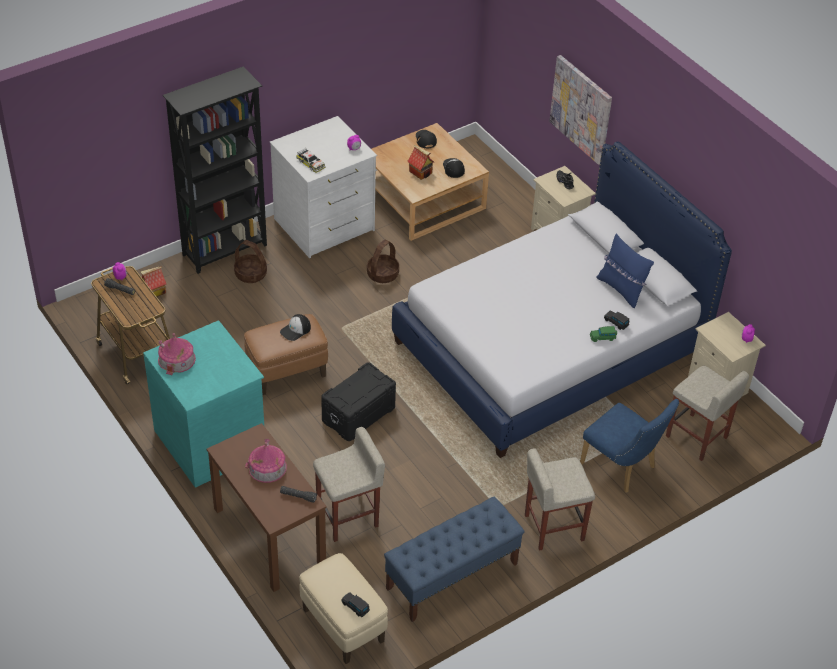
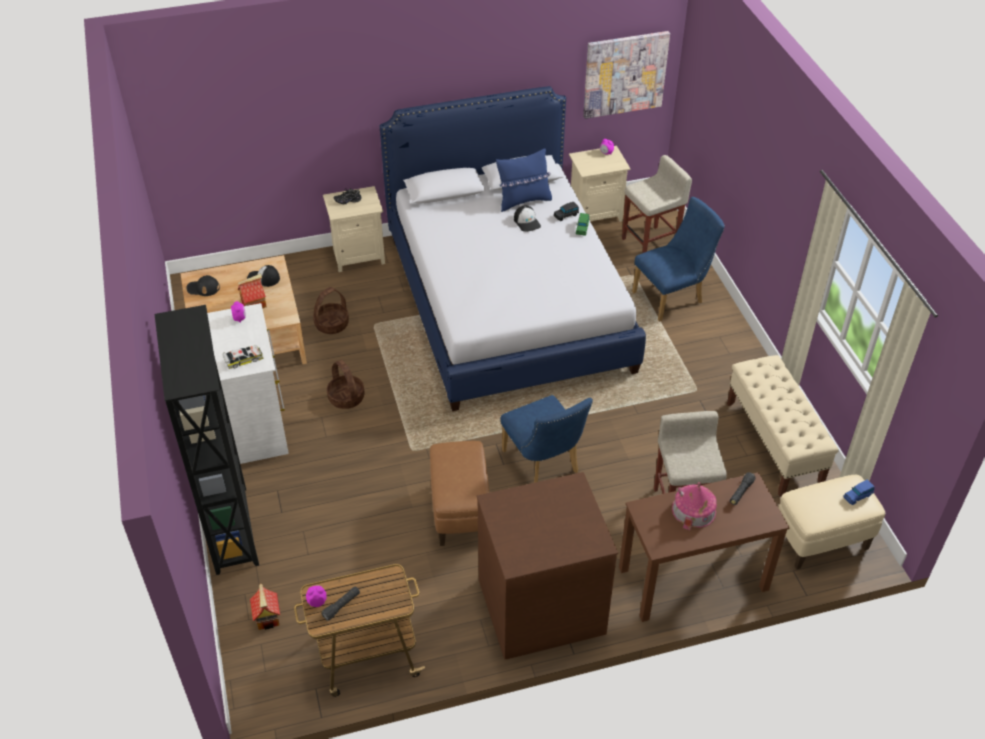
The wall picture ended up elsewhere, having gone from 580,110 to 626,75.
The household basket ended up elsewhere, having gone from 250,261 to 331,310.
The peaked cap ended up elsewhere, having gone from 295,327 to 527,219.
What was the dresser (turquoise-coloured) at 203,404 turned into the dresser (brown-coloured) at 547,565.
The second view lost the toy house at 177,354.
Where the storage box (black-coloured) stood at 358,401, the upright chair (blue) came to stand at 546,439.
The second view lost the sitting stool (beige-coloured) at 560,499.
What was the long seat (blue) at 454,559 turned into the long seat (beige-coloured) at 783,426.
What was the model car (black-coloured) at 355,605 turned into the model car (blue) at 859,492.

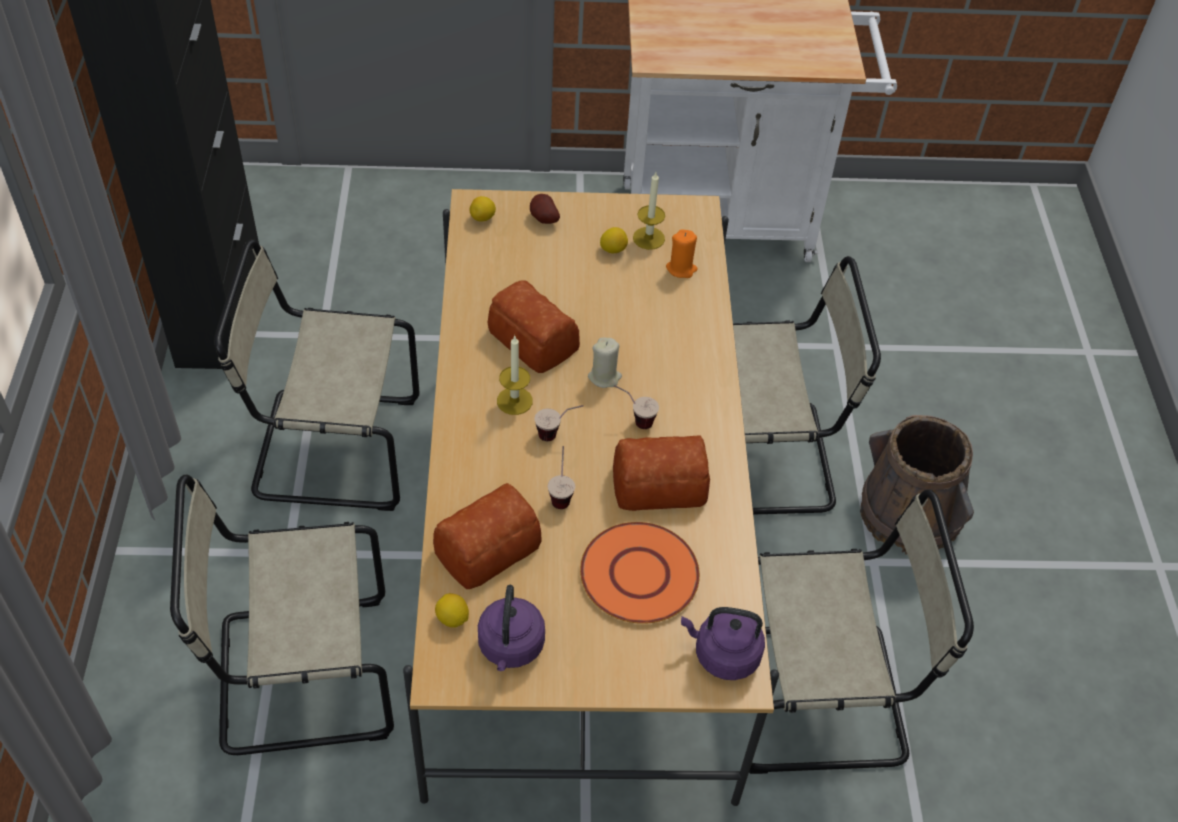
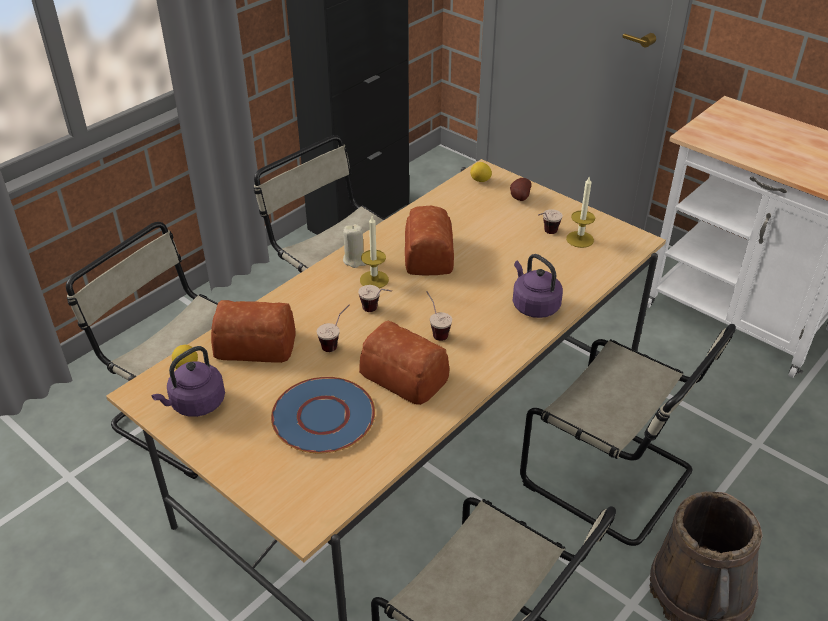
Where the lemon stood at 614,240, the drinking cup came to stand at 550,221.
The second view lost the wax candle (orangey) at 682,253.
The wax candle (beige-coloured) ended up elsewhere, having gone from 605,363 to 354,246.
What was the dinner plate (orangey) at 640,573 turned into the dinner plate (blue) at 323,415.
The tea kettle (purplish) ended up elsewhere, having gone from 723,643 to 538,286.

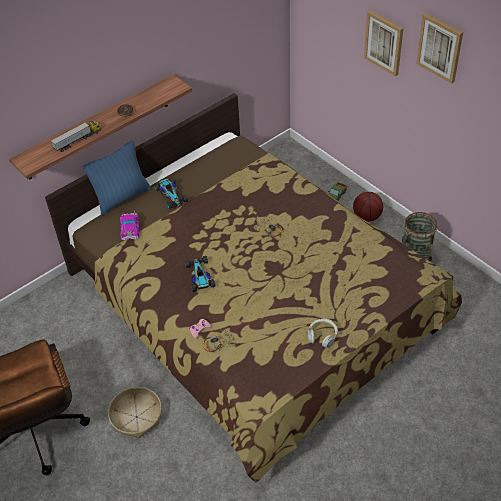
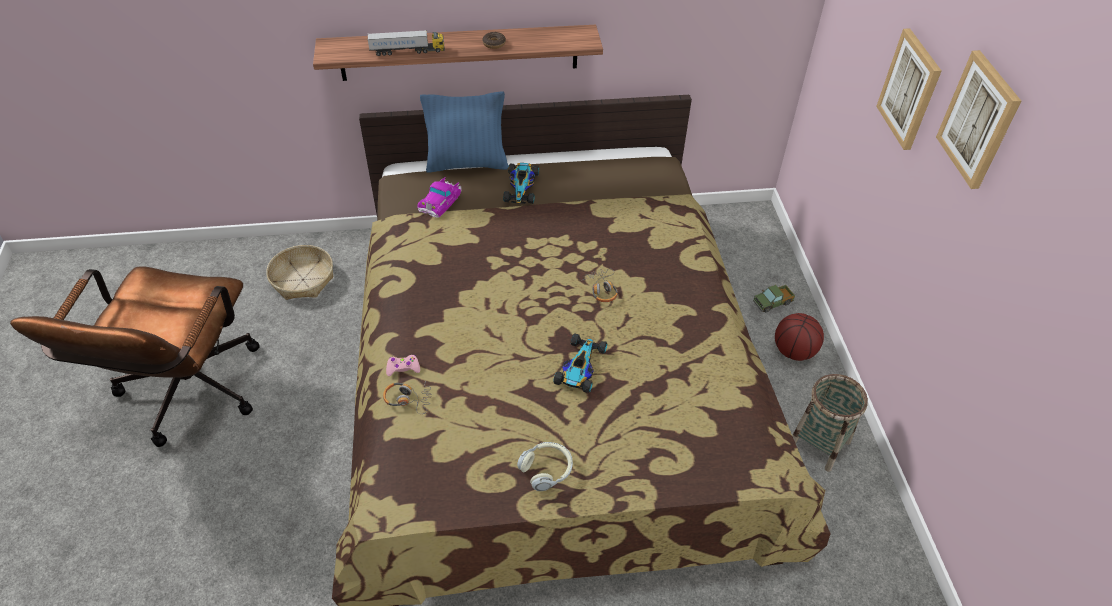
The model car ended up elsewhere, having gone from 200,274 to 580,363.
The household basket ended up elsewhere, having gone from 135,412 to 299,272.

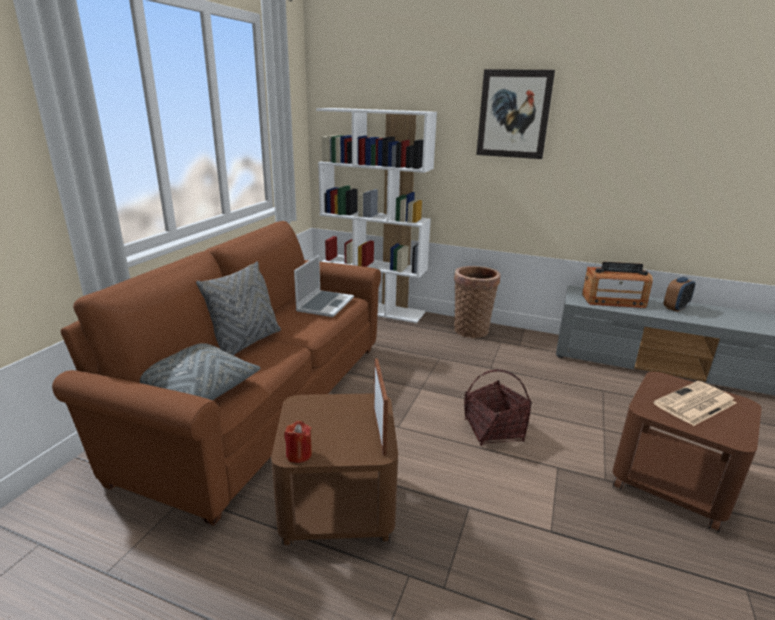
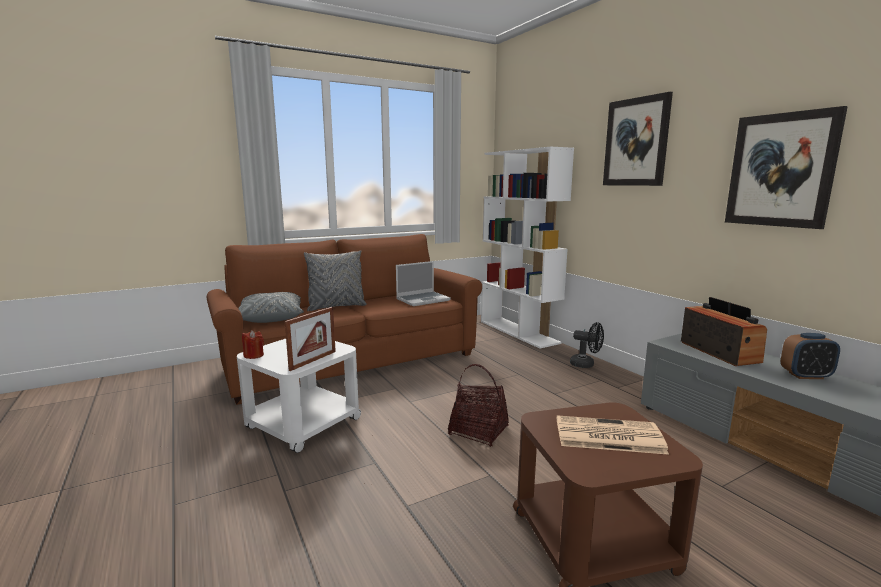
The radio at 617,285 ended up facing another way, 150 degrees counterclockwise from before.
Where the household basket stood at 477,302, the cooling fan (black-coloured) came to stand at 587,345.
What was the side table (brown-coloured) at 334,469 turned into the side table (white) at 299,396.
The second view gained the wall picture at 786,167.

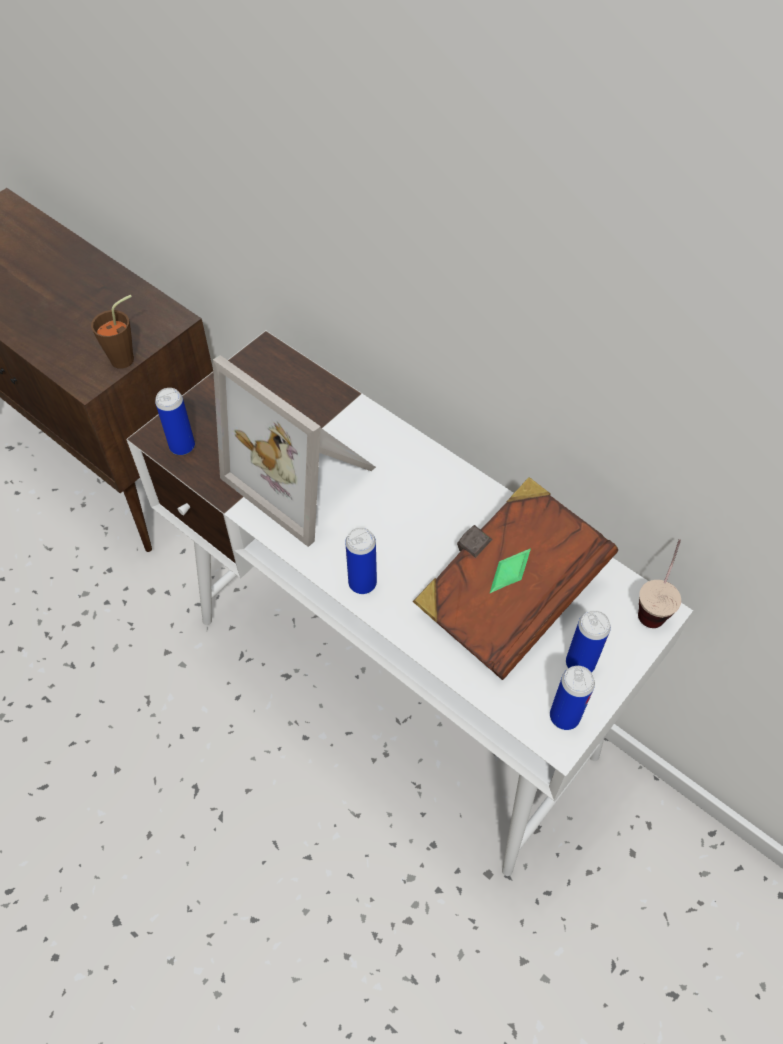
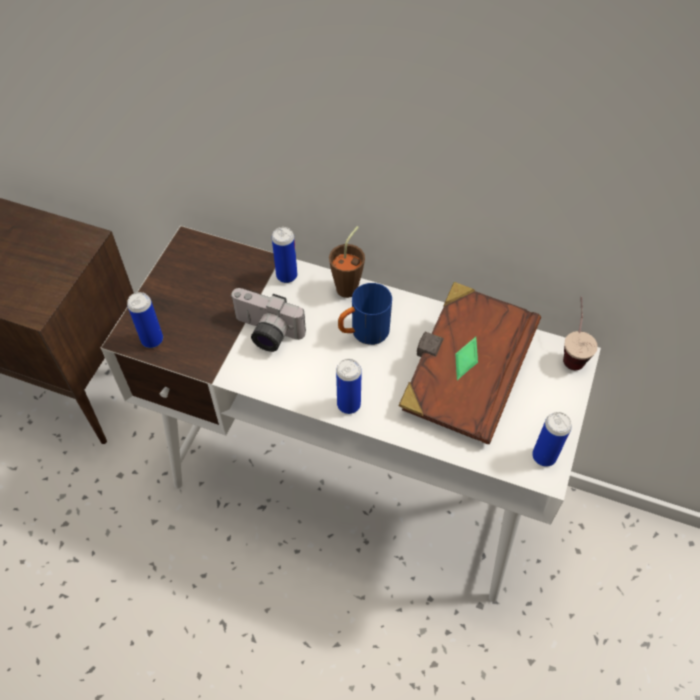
The drinking cup (brown-coloured) ended up elsewhere, having gone from 112,332 to 347,262.
Where the photo frame stood at 294,451, the still camera came to stand at 268,320.
The can ended up elsewhere, having gone from 588,641 to 284,255.
The second view gained the coffee mug (blue) at 365,314.

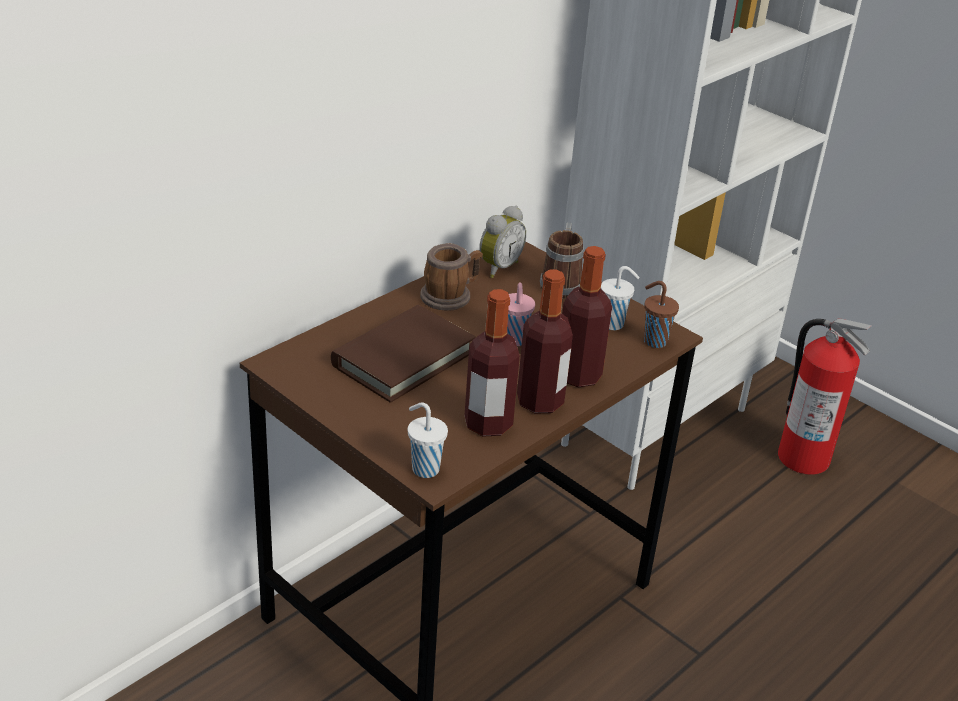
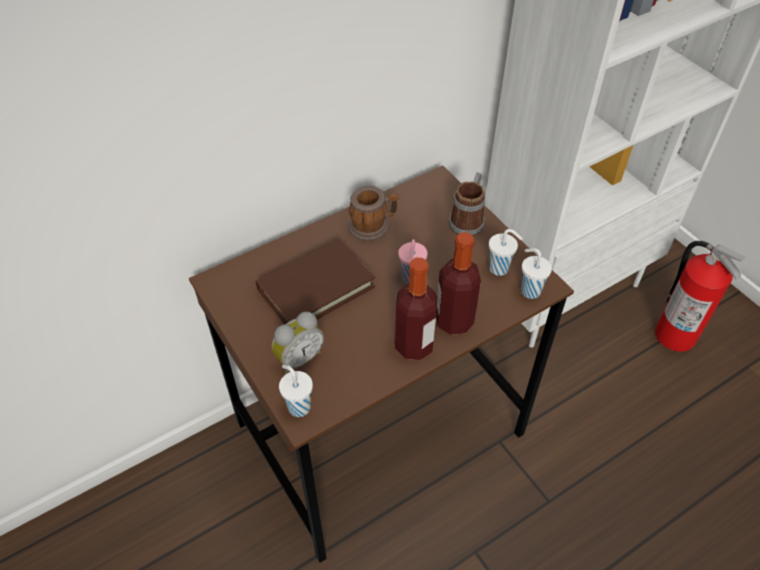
The table clock ended up elsewhere, having gone from 502,242 to 298,343.
What was the drinking cup (brown-coloured) at 661,314 turned into the drinking cup (white) at 536,273.
The second view lost the beverage bottle at 492,363.

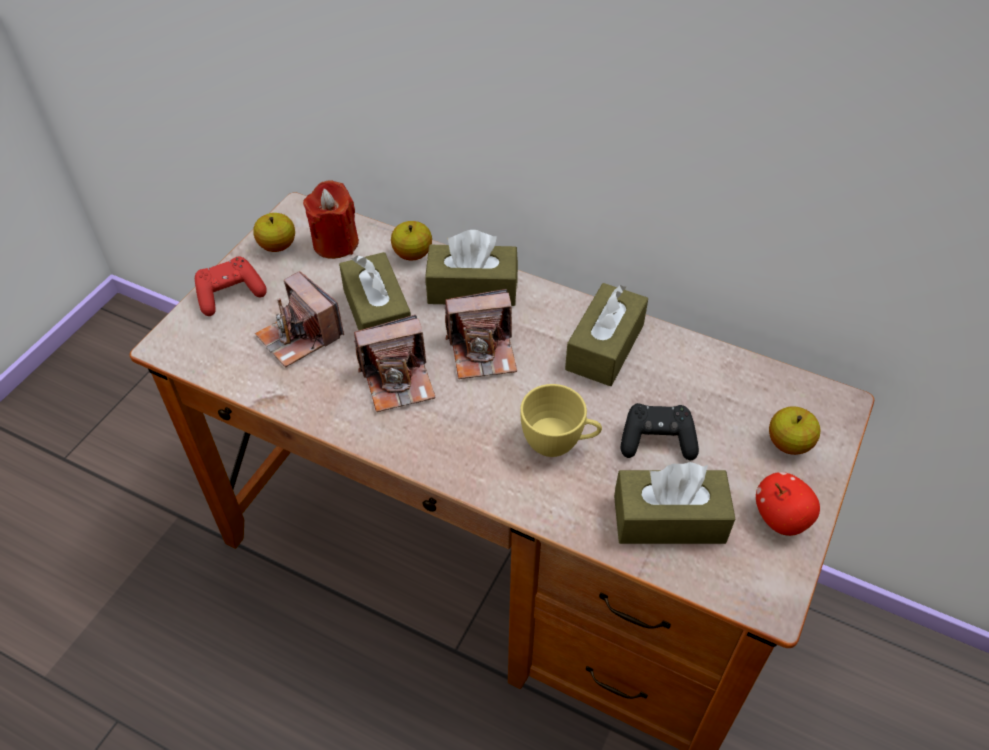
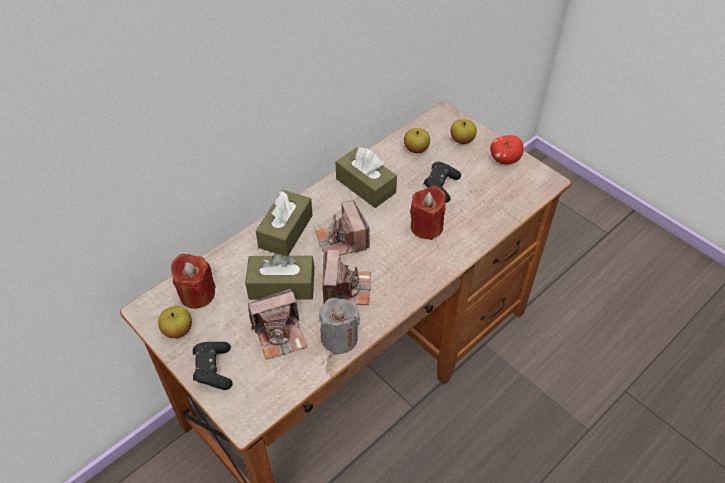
The apple fruit ended up elsewhere, having gone from 411,240 to 417,140.
What was the game controller (red-coloured) at 231,286 turned into the game controller (black-coloured) at 213,366.
The still camera at 481,334 ended up facing another way, 150 degrees clockwise from before.
Where the drinking cup (yellow) stood at 561,420, the wax candle (red-coloured) came to stand at 428,213.
The second view lost the tissue holder (brown-coloured) at 674,503.
The second view gained the wax candle (gray) at 339,326.

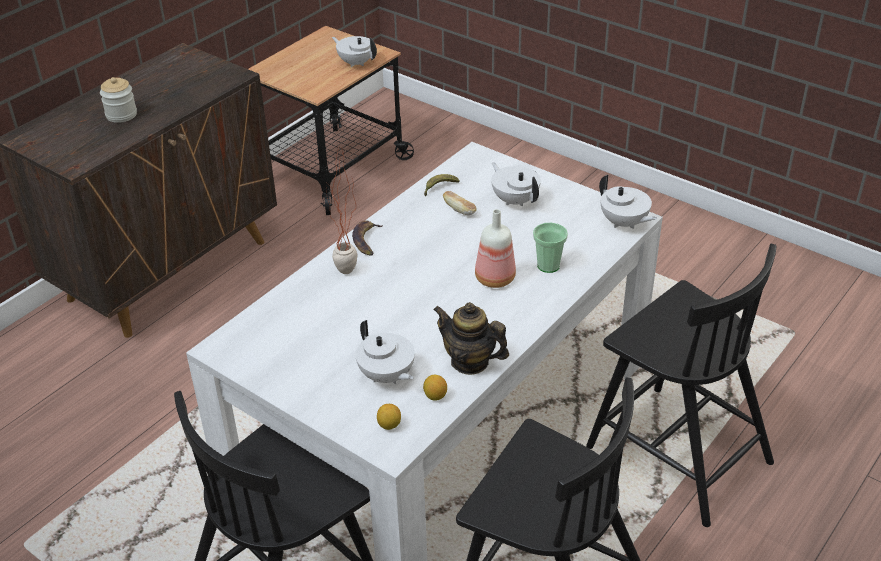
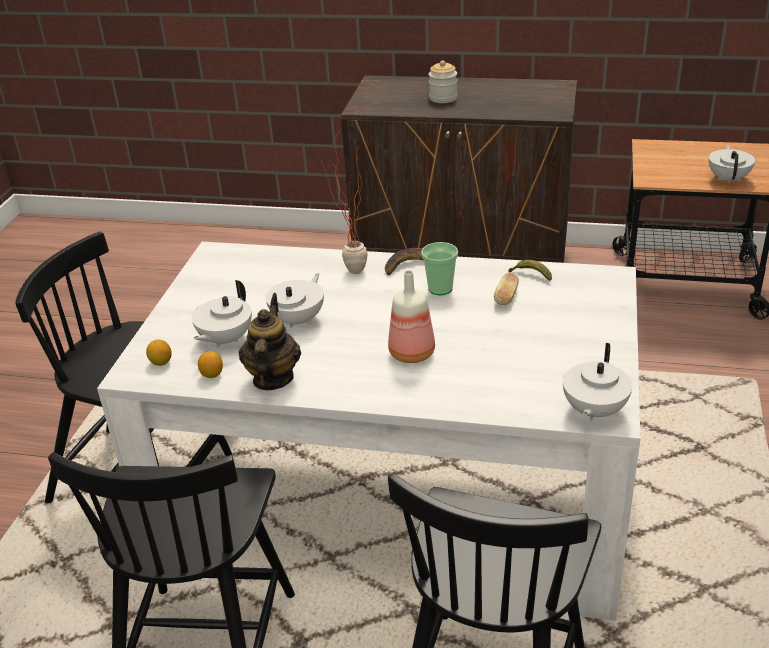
The pot for tea (white) ended up elsewhere, having gone from 516,184 to 295,300.
The drinking cup ended up elsewhere, having gone from 550,248 to 439,268.

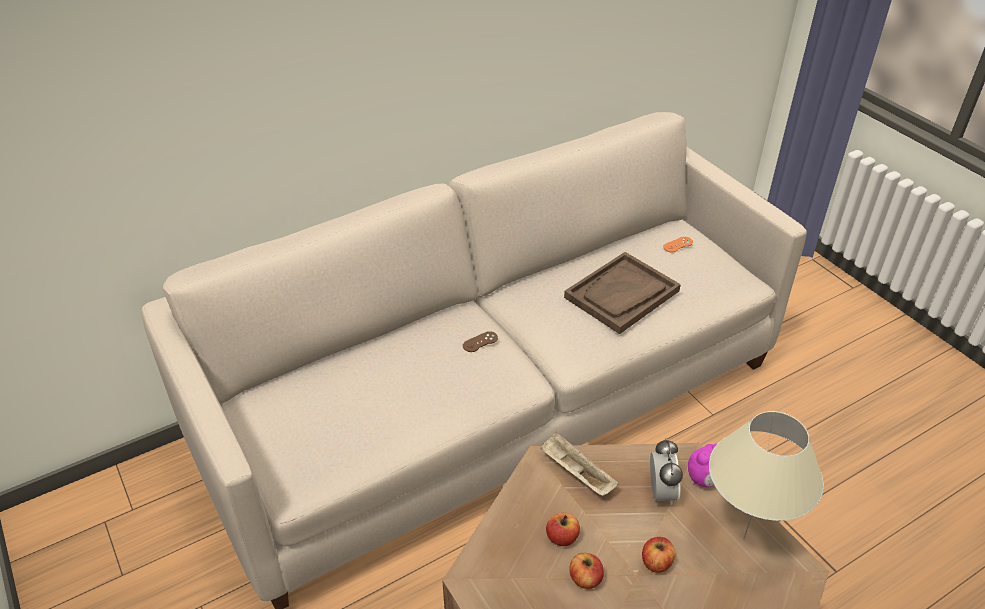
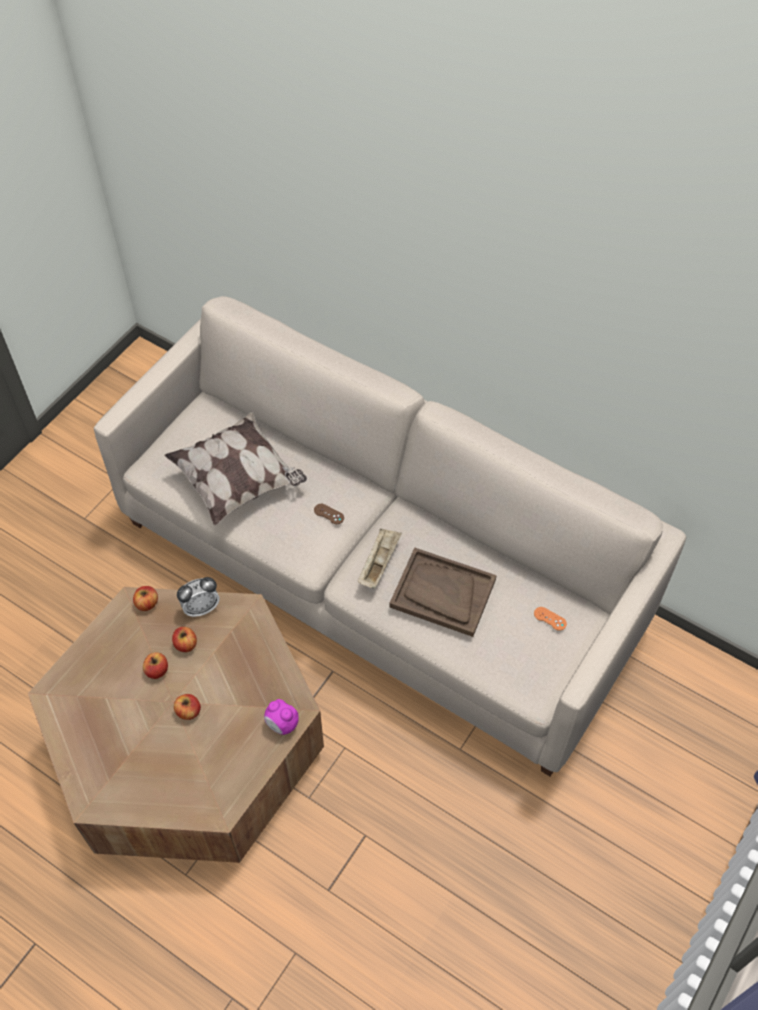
The second view lost the tabletop lamp (beige-coloured) at 766,475.
The carrying tray (beige-coloured) ended up elsewhere, having gone from 579,463 to 380,558.
The table clock ended up elsewhere, having gone from 666,471 to 198,597.
The second view gained the pillow at 235,468.
The second view gained the apple fruit at 145,598.

